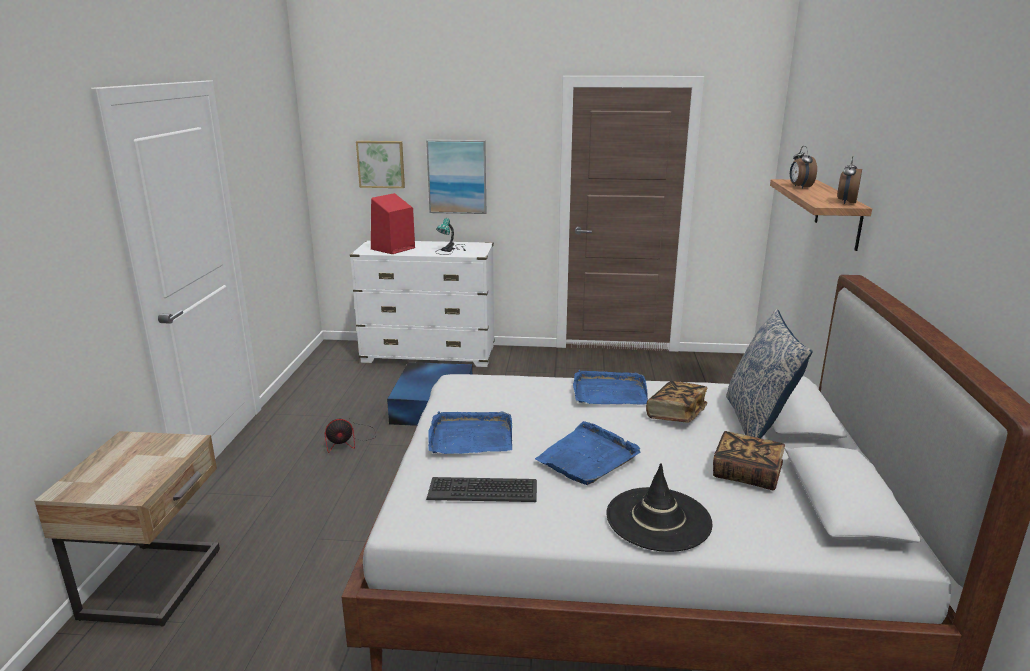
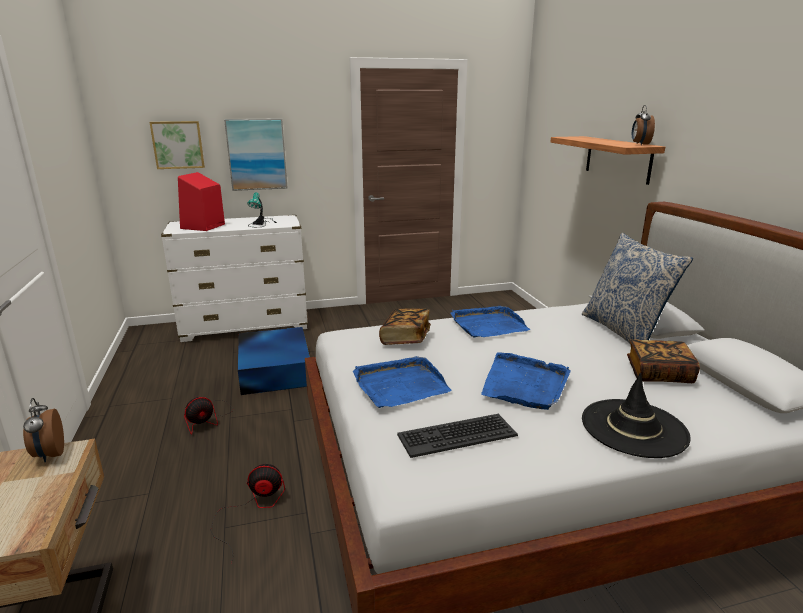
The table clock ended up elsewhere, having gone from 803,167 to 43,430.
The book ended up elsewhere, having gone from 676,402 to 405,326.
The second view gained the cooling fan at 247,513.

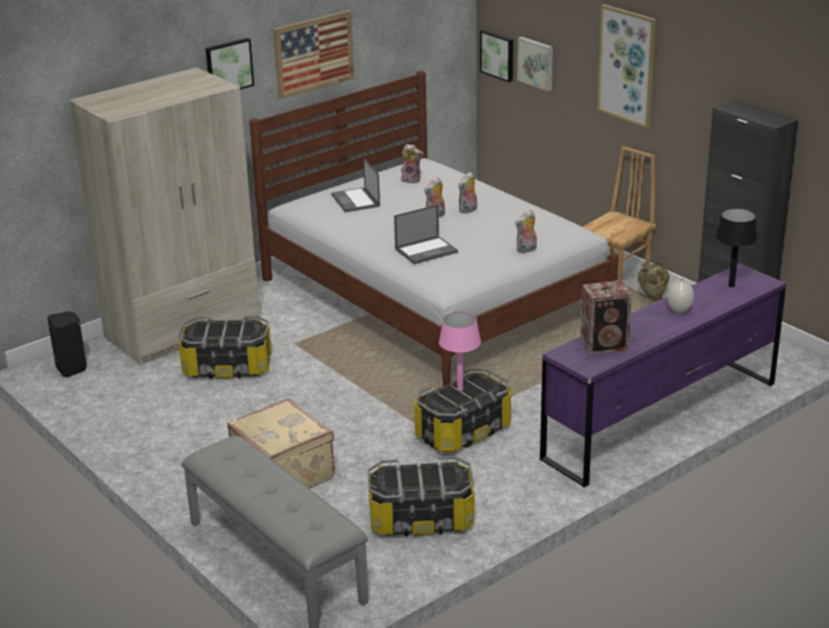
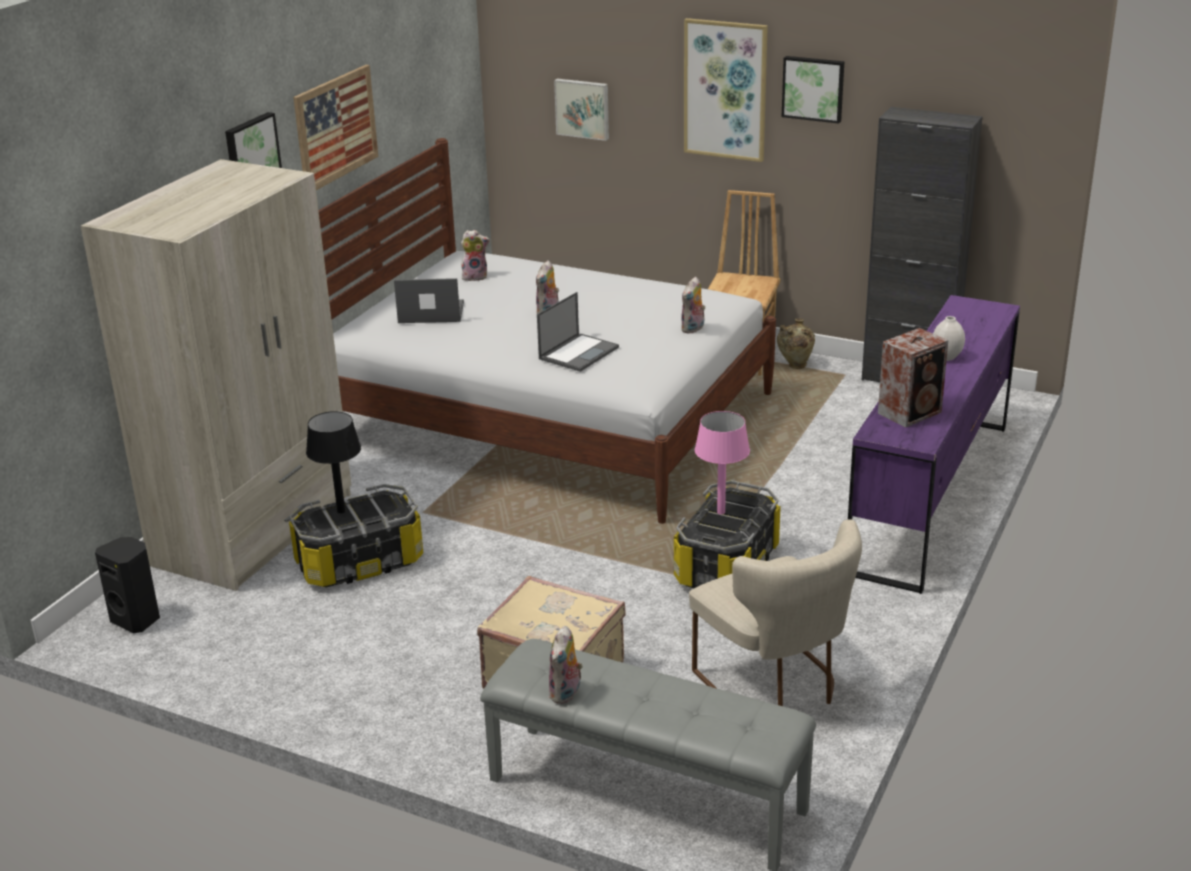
The wall picture ended up elsewhere, having gone from 496,56 to 813,90.
The notebook computer at 355,185 ended up facing another way, 135 degrees clockwise from before.
The soft toy ended up elsewhere, having gone from 467,193 to 566,665.
The tabletop lamp (black-coloured) ended up elsewhere, having gone from 736,247 to 333,462.
Where the storage box stood at 421,496, the upright chair (beige-coloured) came to stand at 775,612.

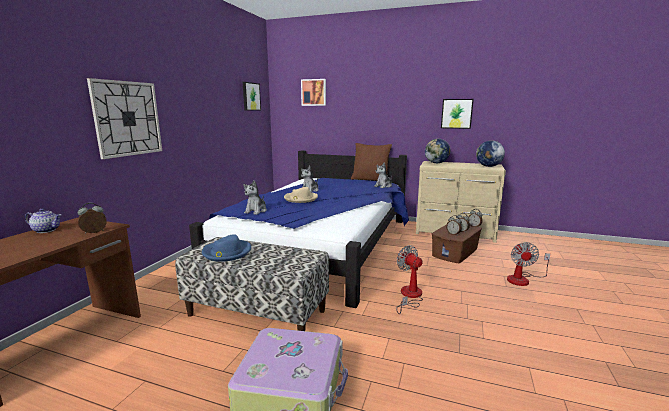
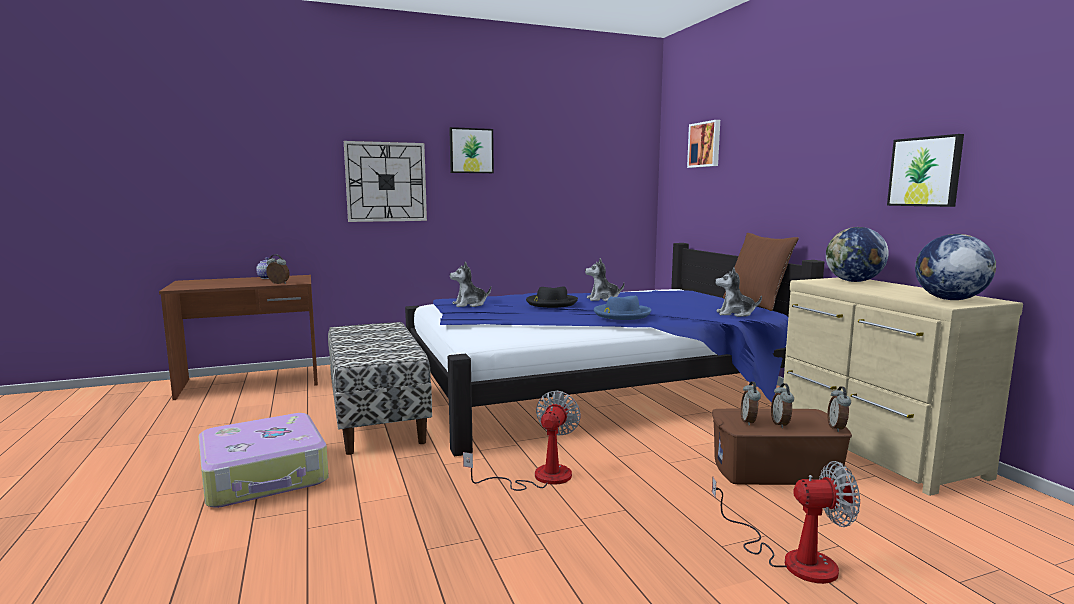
The wall picture ended up elsewhere, having gone from 252,96 to 471,150.
What was the clothing hat (beige-coloured) at 301,195 turned into the clothing hat (black-coloured) at 552,297.
The clothing hat (blue) ended up elsewhere, having gone from 226,248 to 622,308.
The cooling fan at 528,264 ended up facing another way, 150 degrees counterclockwise from before.

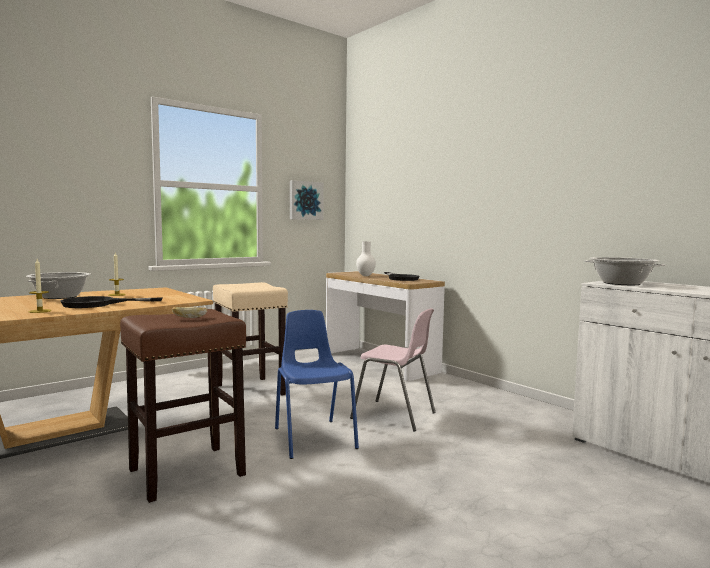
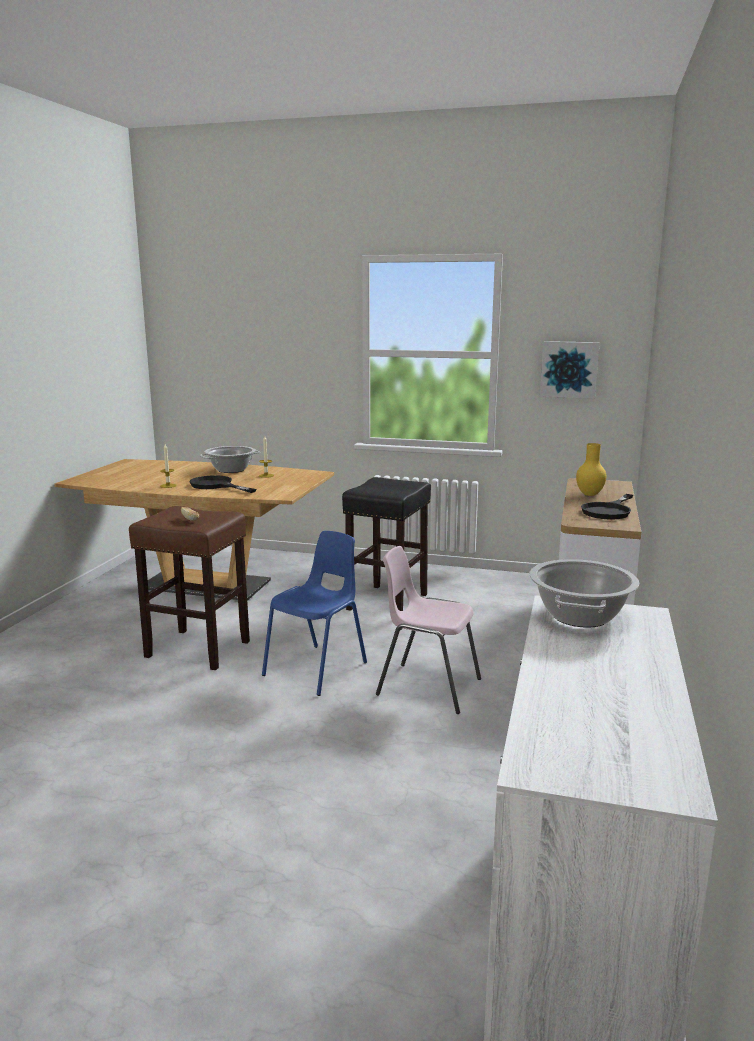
What was the vase (white) at 366,258 turned into the vase (yellow) at 591,469.
What was the sitting stool (beige-coloured) at 250,338 turned into the sitting stool (black-coloured) at 386,544.
The upright chair (pinkish) at 393,369 ended up facing another way, 120 degrees clockwise from before.

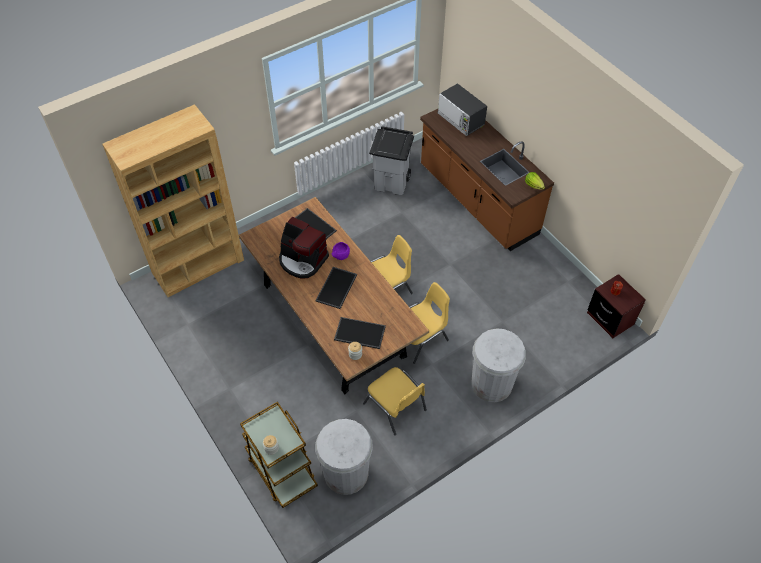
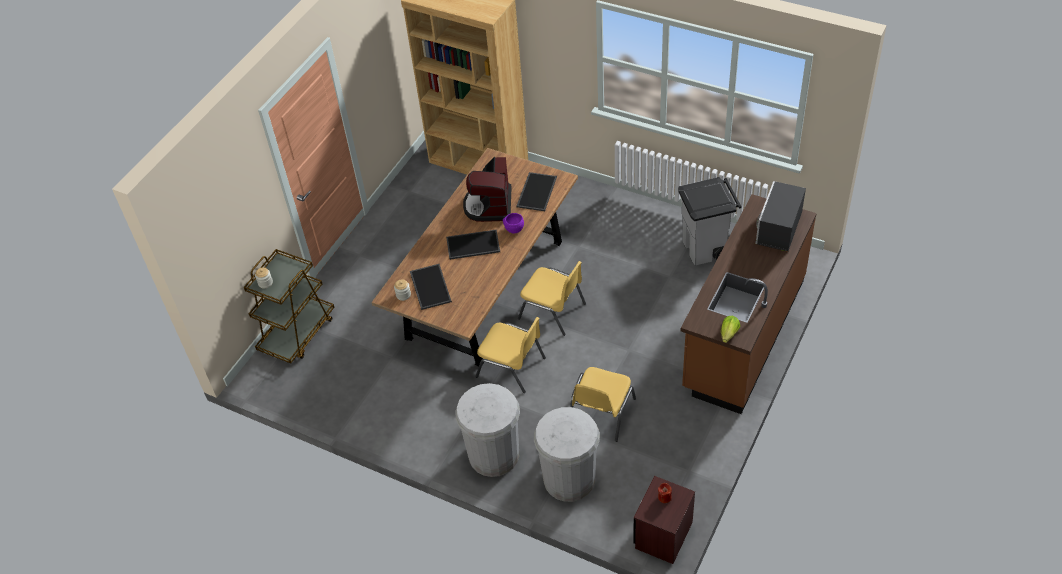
The upright chair (yellow) ended up elsewhere, having gone from 395,401 to 603,404.
The rubbish bin (white) ended up elsewhere, having gone from 344,457 to 567,454.

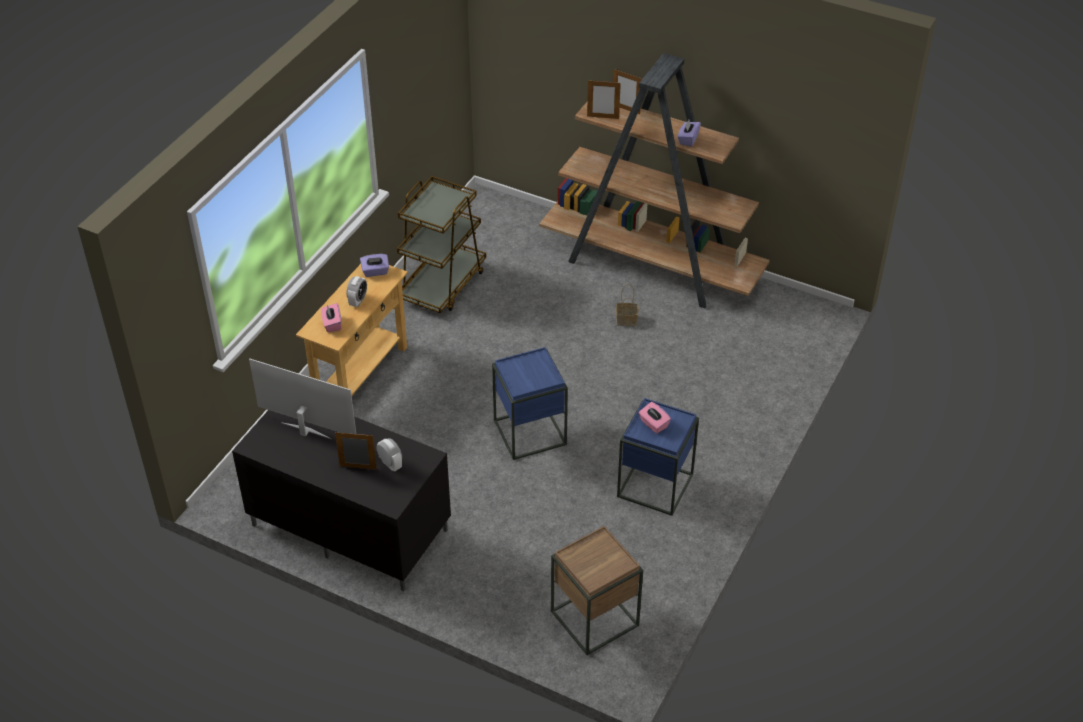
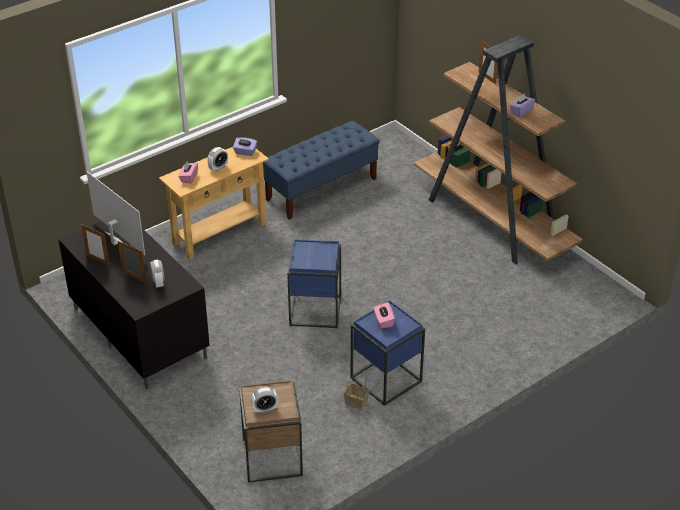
The photo frame ended up elsewhere, having gone from 604,99 to 95,244.
Where the cart (brown-coloured) stood at 441,244, the long seat (blue) came to stand at 321,170.
The household basket ended up elsewhere, having gone from 627,305 to 356,389.
The second view gained the table clock at 264,400.

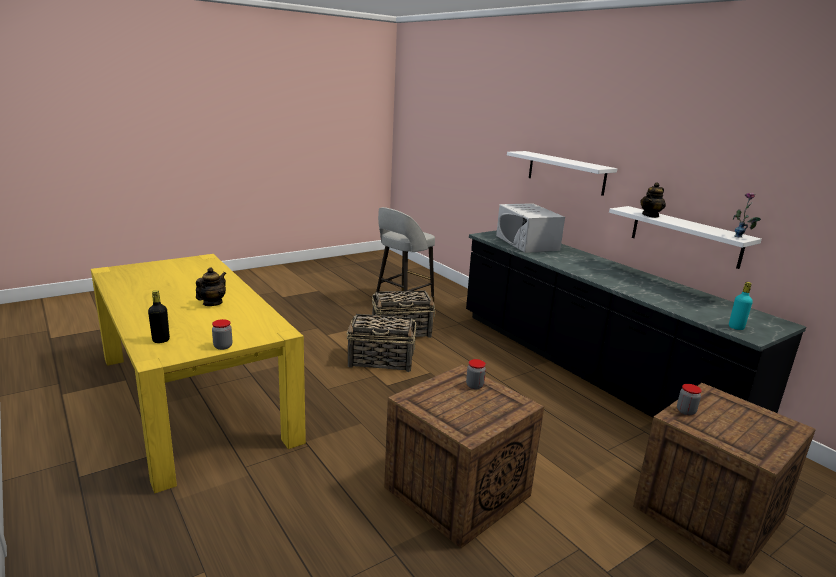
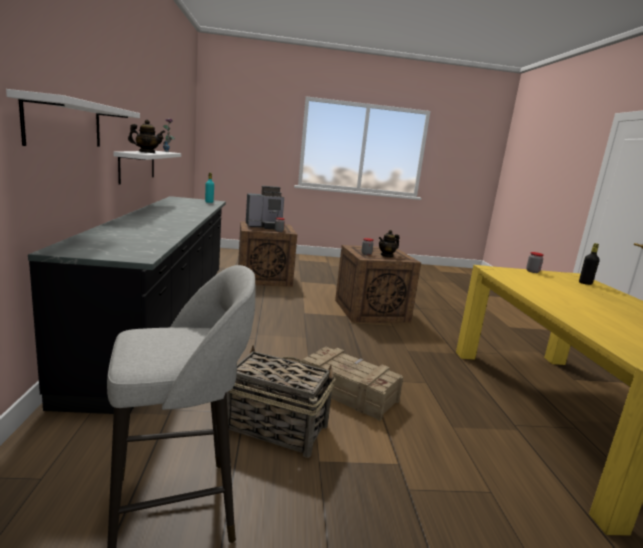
The second view lost the microwave oven (white) at 530,228.
The pot for tea ended up elsewhere, having gone from 211,286 to 389,243.
Where the household basket stood at 381,343, the packing crate came to stand at 352,384.
The second view gained the coffee machine at 265,207.

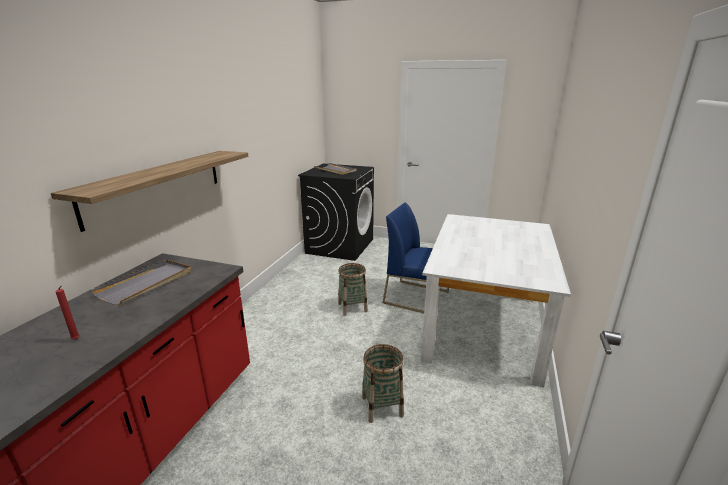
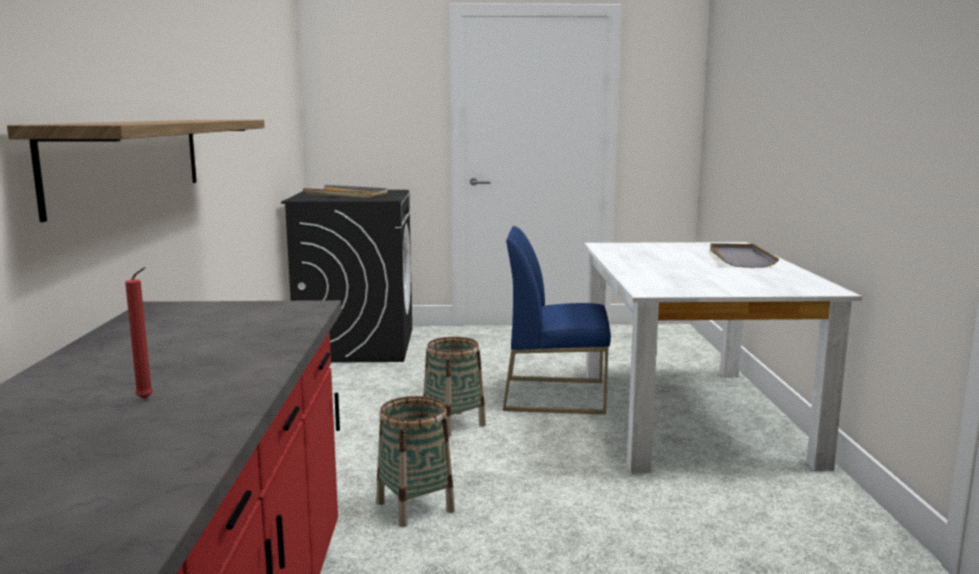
The carrying tray (gray) ended up elsewhere, having gone from 140,282 to 744,255.
The household basket ended up elsewhere, having gone from 383,383 to 415,461.

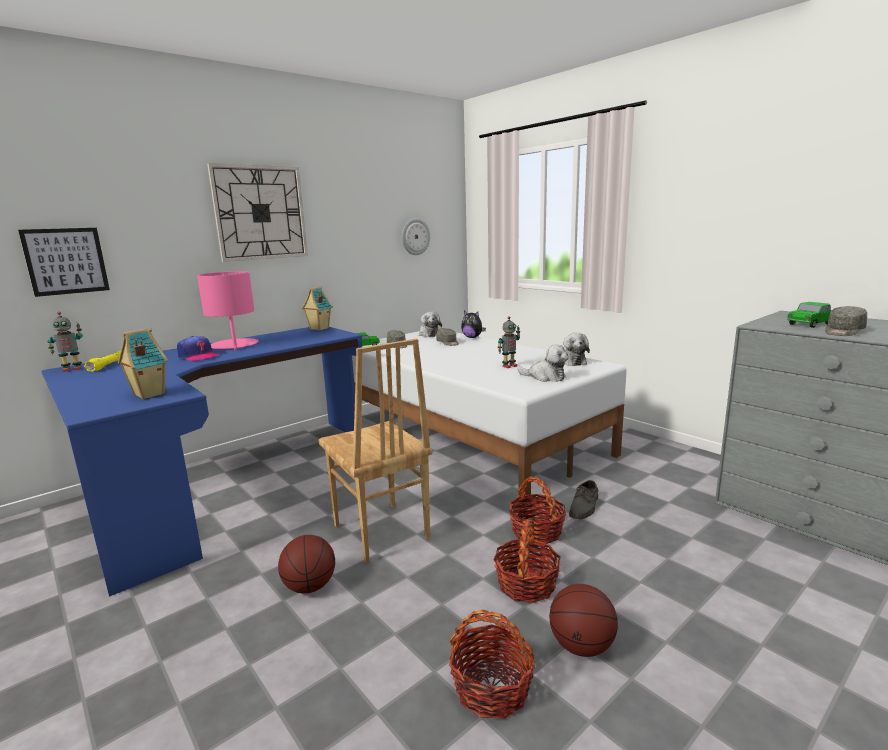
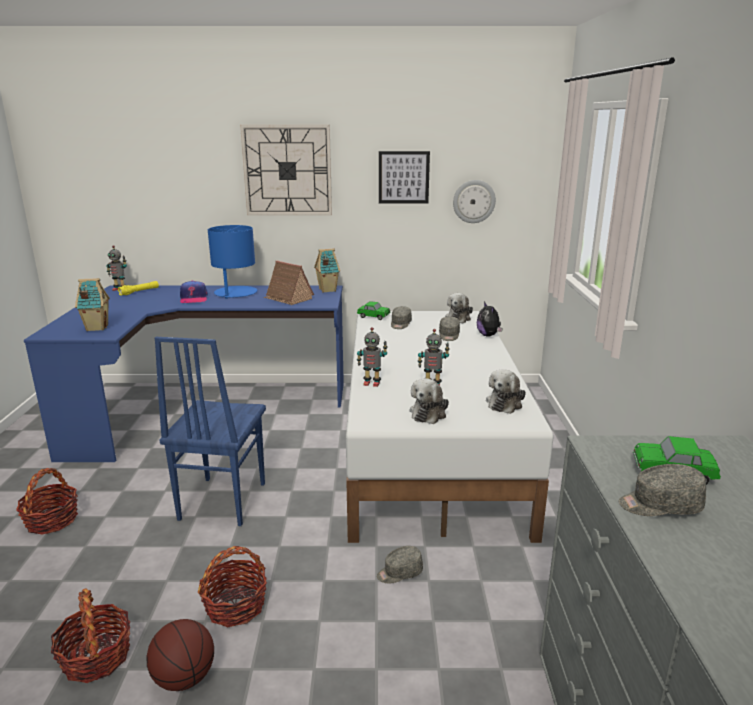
The wall picture ended up elsewhere, having gone from 64,262 to 404,177.
What was the tabletop lamp (pinkish) at 227,310 turned into the tabletop lamp (blue) at 232,262.
What was the upright chair (brown-coloured) at 375,451 turned into the upright chair (blue) at 210,431.
The soft toy at 543,363 ended up facing another way, 45 degrees clockwise from before.
The household basket ended up elsewhere, having gone from 537,510 to 47,501.
Where the shoe (gray) stood at 583,499, the peaked cap (gray) came to stand at 400,564.
The second view lost the basketball ball at 306,564.
The second view gained the toy house at 289,283.
The second view gained the model robot at 372,357.

